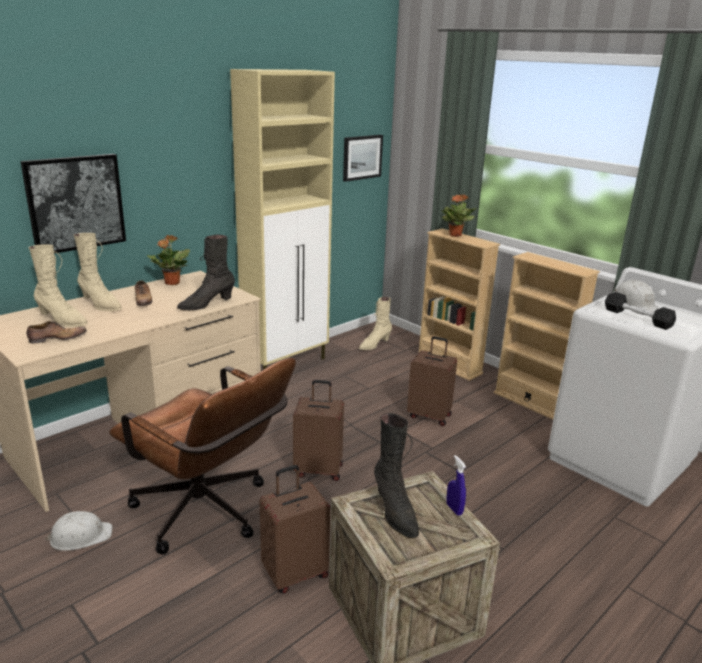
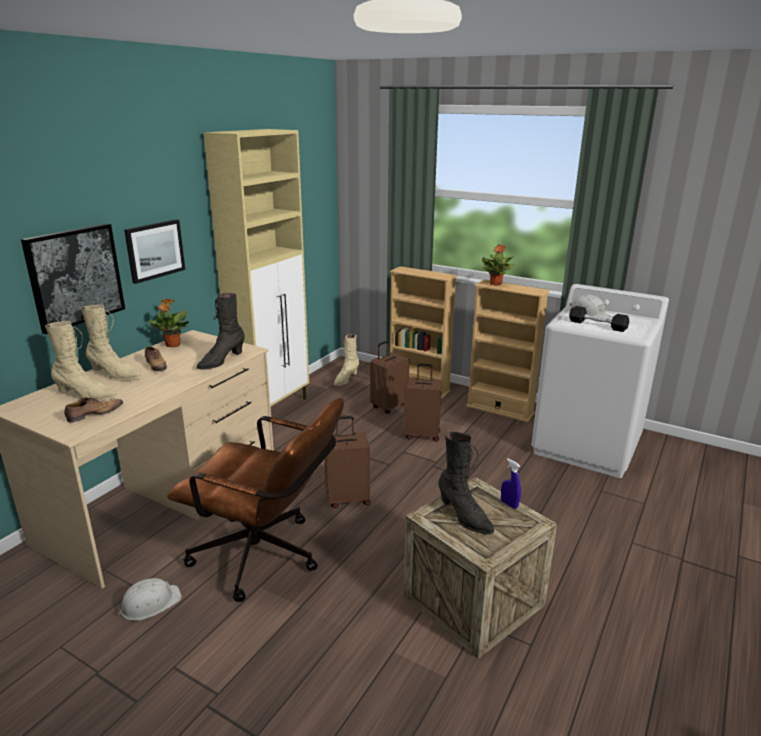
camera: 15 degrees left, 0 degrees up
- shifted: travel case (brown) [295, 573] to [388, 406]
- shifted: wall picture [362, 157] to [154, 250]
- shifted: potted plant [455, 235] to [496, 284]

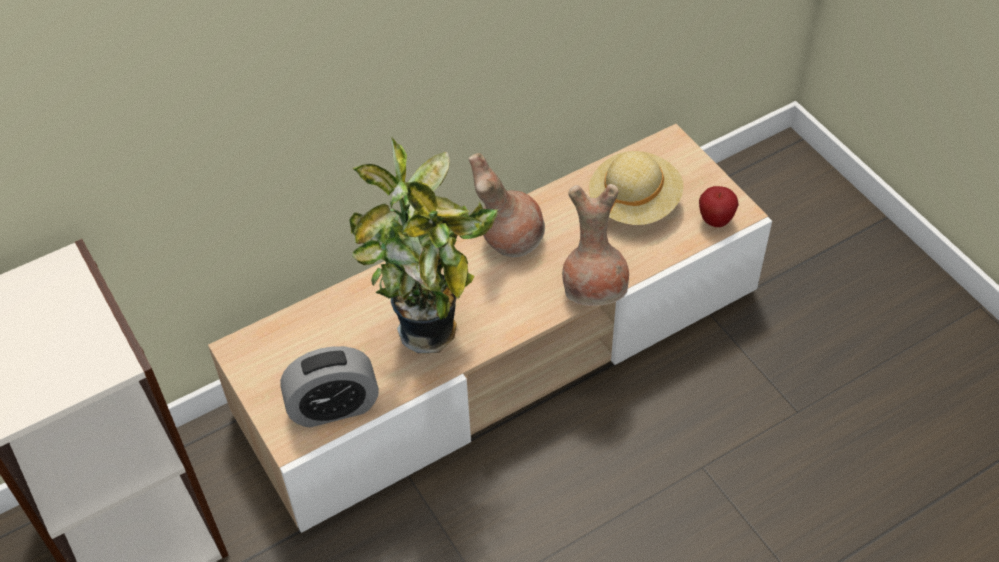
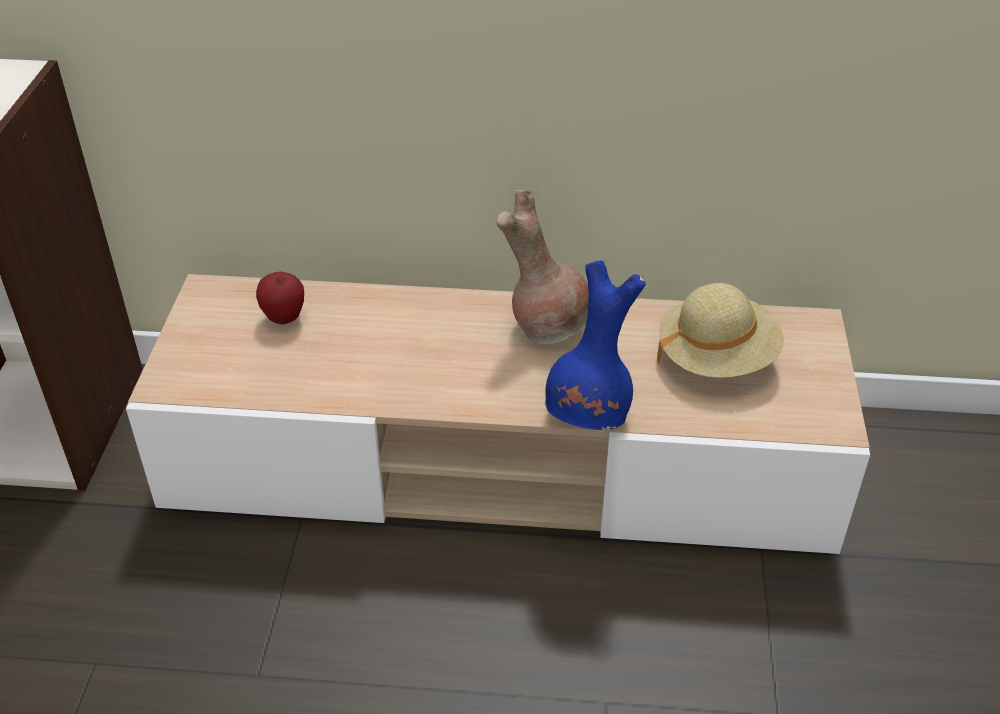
camera: 35 degrees right, 10 degrees down
- gone: alarm clock [333, 407]
- gone: potted plant [434, 334]
- repainted: vase (brown) [595, 289] to vase (blue) [590, 414]
- shifted: apple fruit [715, 221] to [284, 318]

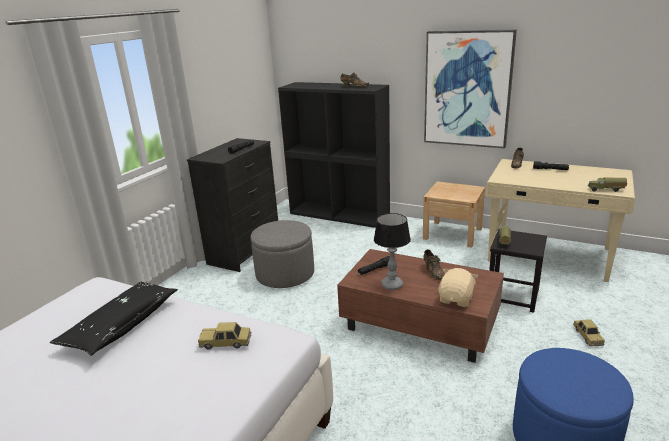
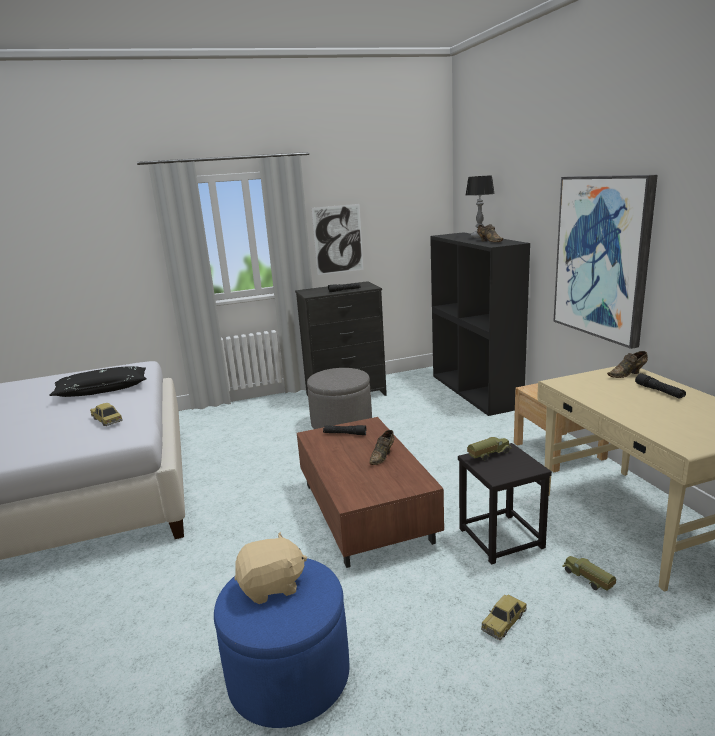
camera: 45 degrees right, 5 degrees down
- shifted: table lamp [392, 285] to [479, 237]
- shifted: soft toy (beige) [456, 299] to [272, 586]
- shifted: model truck [606, 190] to [587, 580]
- new: wall picture [338, 239]

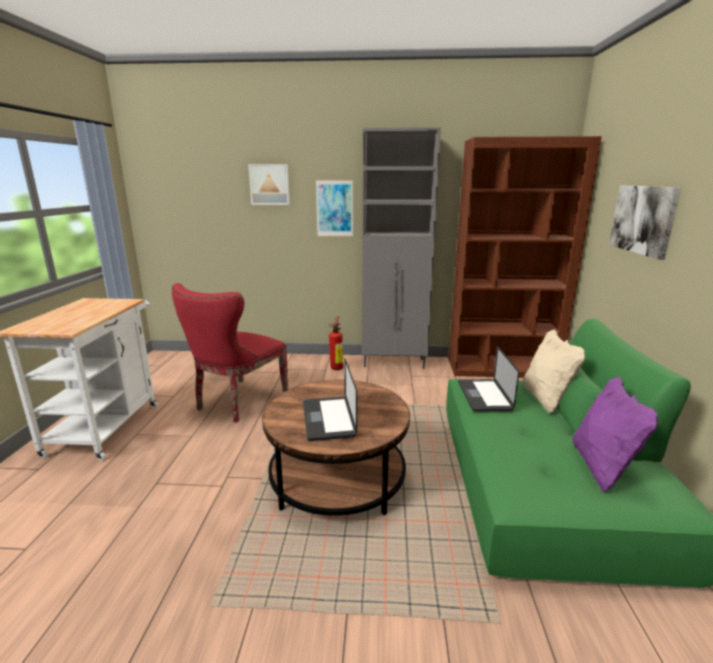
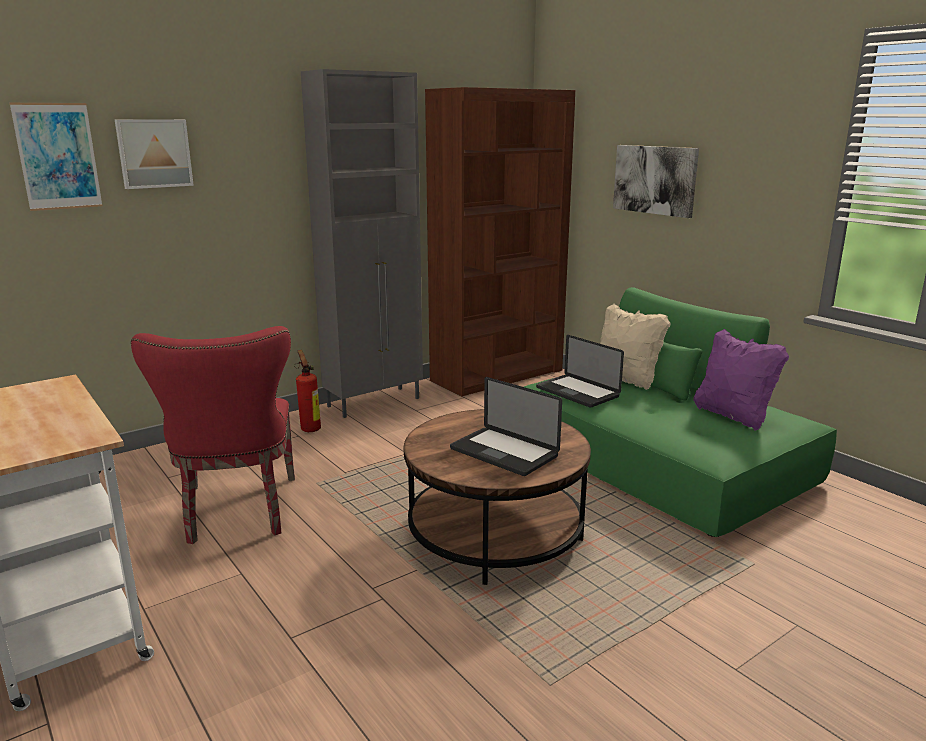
camera: 40 degrees left, 0 degrees up
- shifted: wall picture [334, 208] to [58, 156]

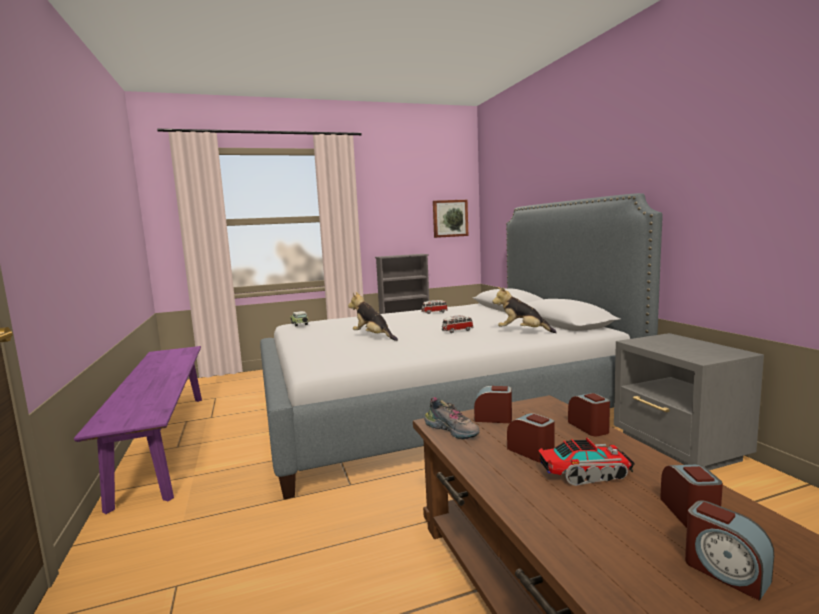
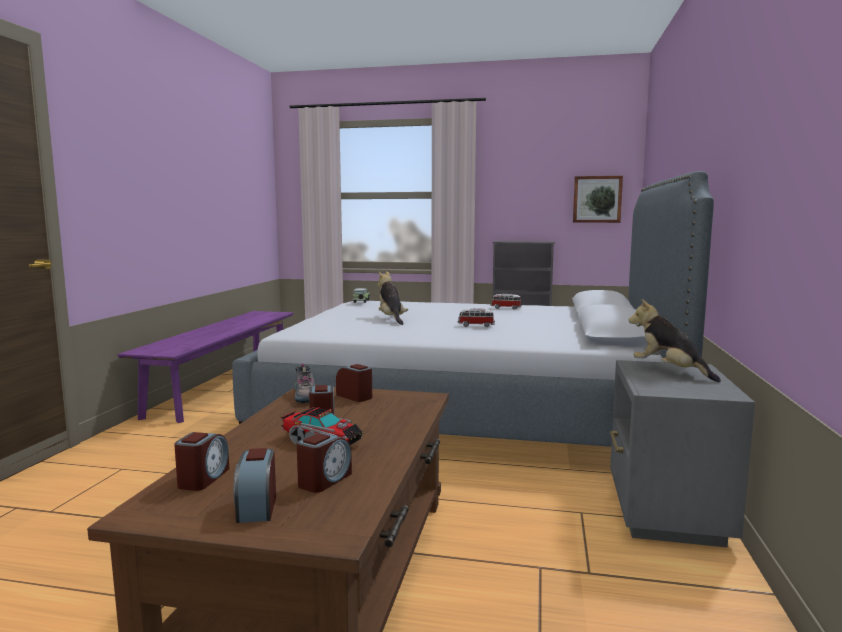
camera: 30 degrees right, 0 degrees up
- shifted: soft toy [522, 332] to [669, 371]
- shifted: alarm clock [589, 427] to [203, 478]

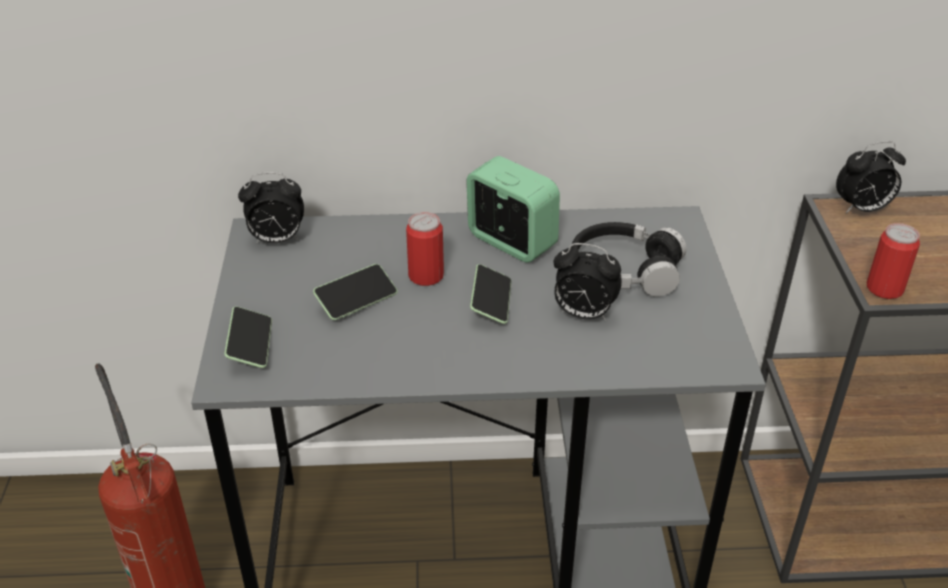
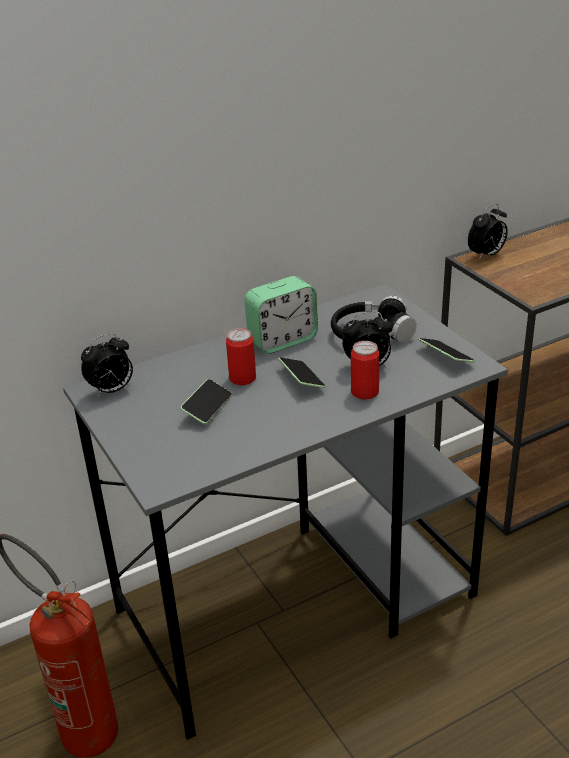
camera: 25 degrees left, 5 degrees down
- shifted: telephone [250, 346] to [445, 357]
- rotated: alarm clock [511, 242] = [282, 340] 135 degrees clockwise
- shifted: sealed can [884, 288] to [364, 392]

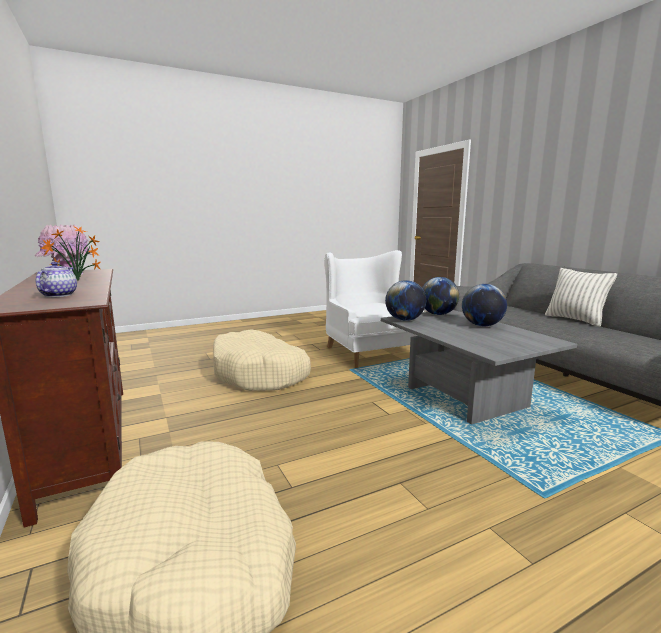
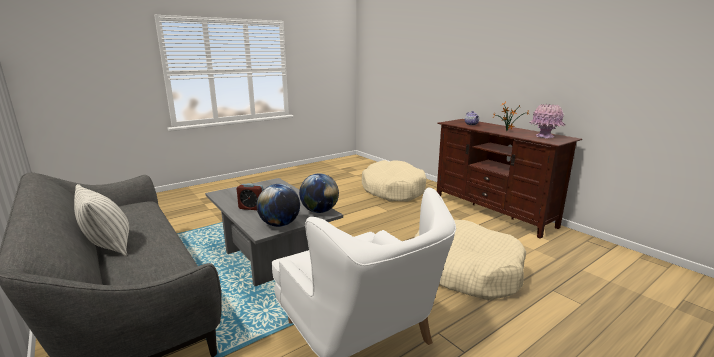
camera: 170 degrees right, 5 degrees up
- swapped: desk globe [482, 325] to alarm clock [251, 207]

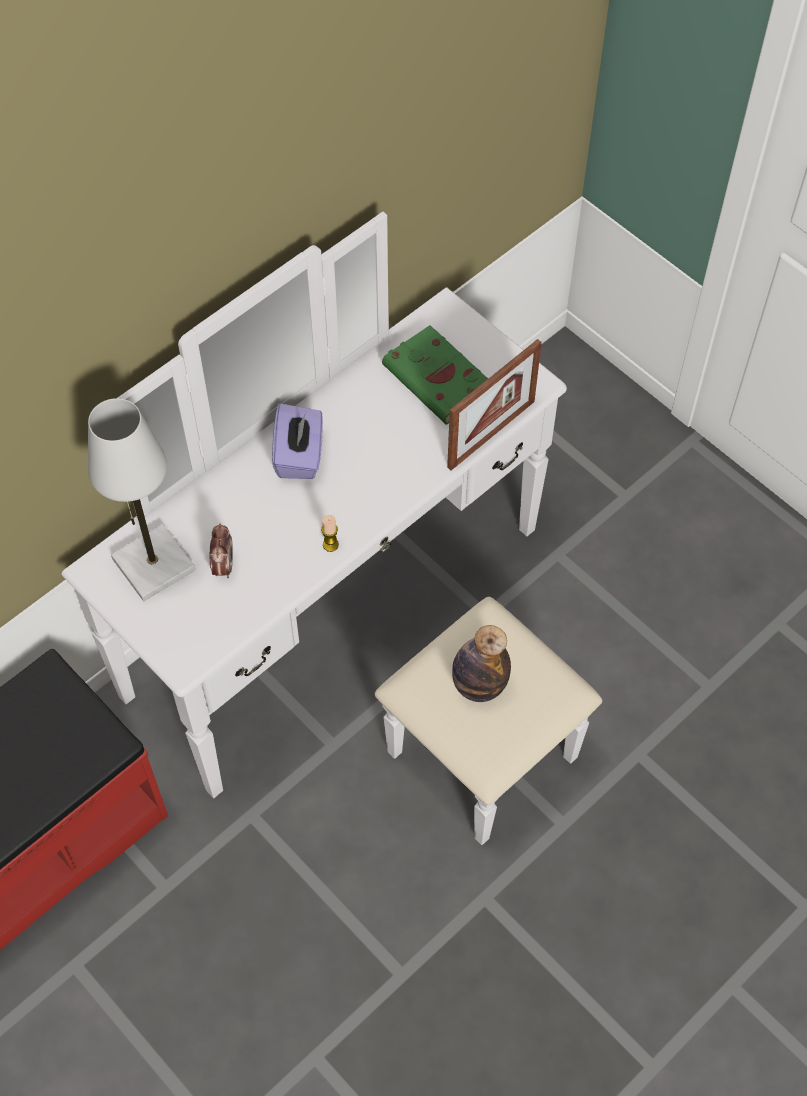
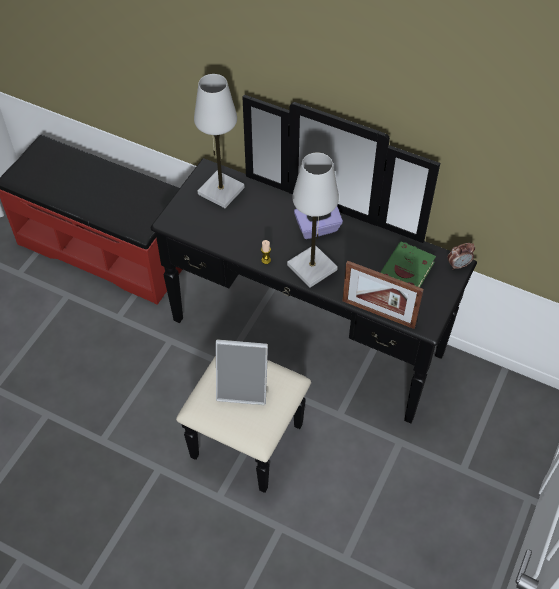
camera: 70 degrees right, 5 degrees down
- repainted: dresser (white) [368, 641] to dresser (black-coloured) [295, 360]
- shifted: alarm clock [223, 566] to [458, 265]
- swapped: drink bottle [479, 685] to picture frame [243, 387]
- new: table lamp (white) [312, 267]

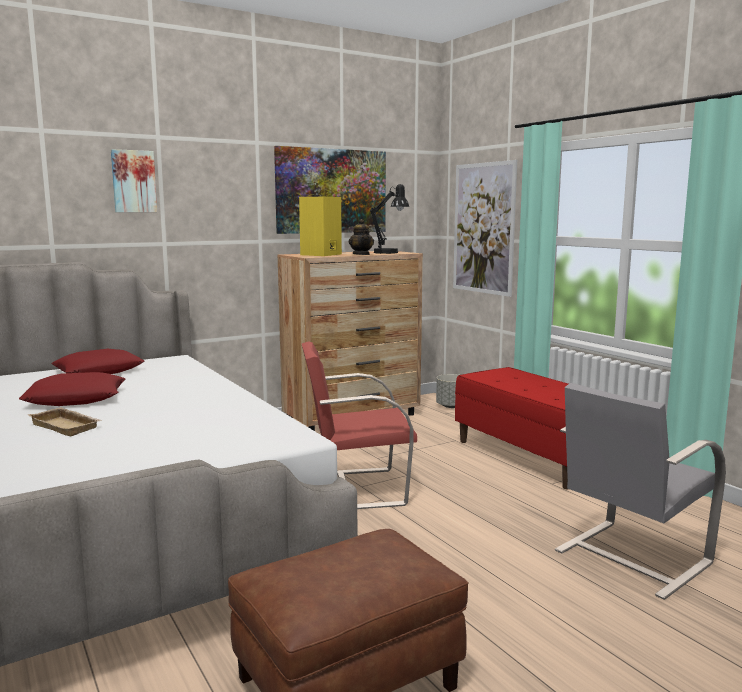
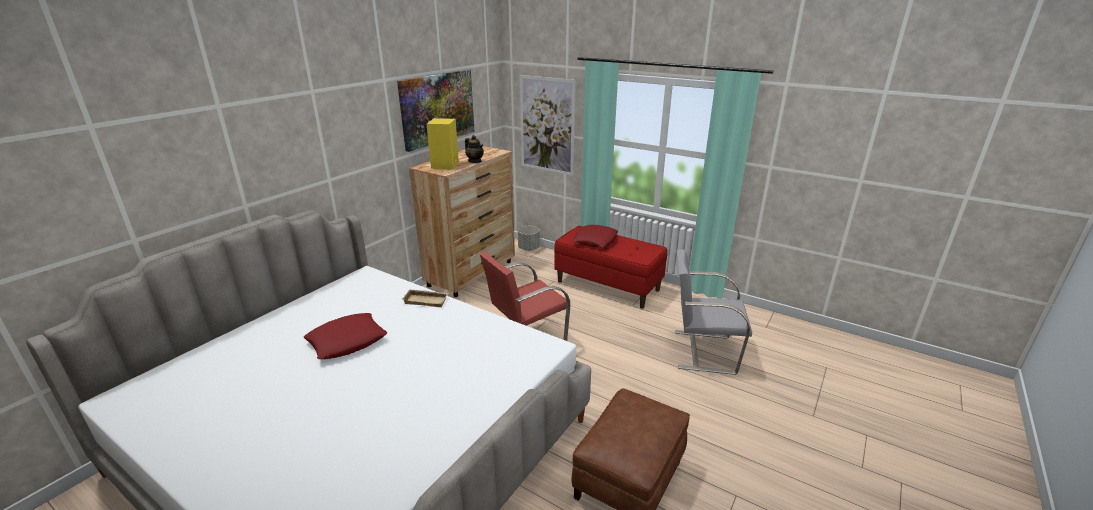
camera: 25 degrees left, 15 degrees up
- shifted: serving tray (beige) [68, 426] to [427, 300]
- shifted: pillow (red-coloured) [99, 371] to [595, 240]
- gone: wall picture [133, 181]
- gone: table lamp (black-coloured) [390, 252]
- rotated: chair (grey) [630, 557] = [702, 351] 75 degrees clockwise

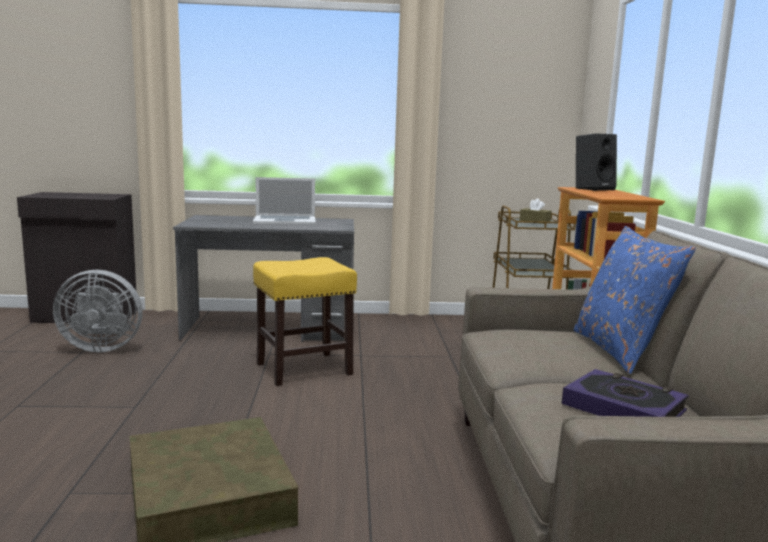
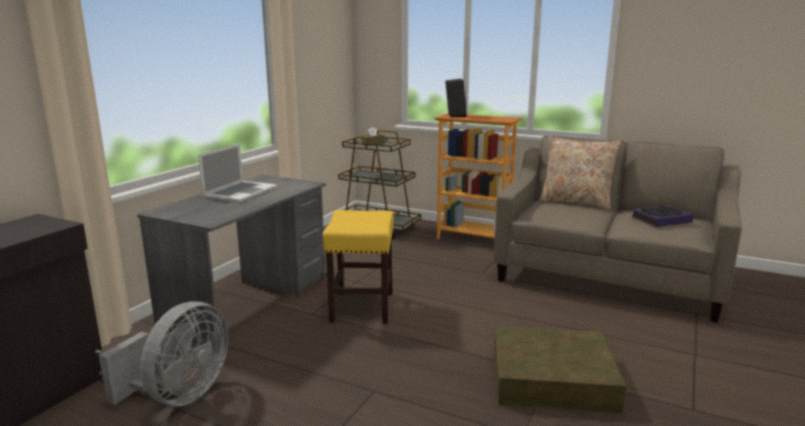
camera: 60 degrees left, 5 degrees up
- repainted: pillow (blue) [620, 350] to pillow (beige) [576, 202]

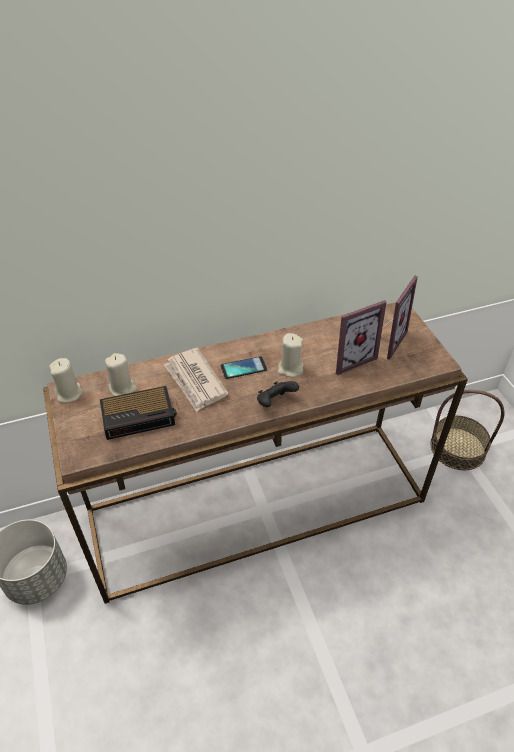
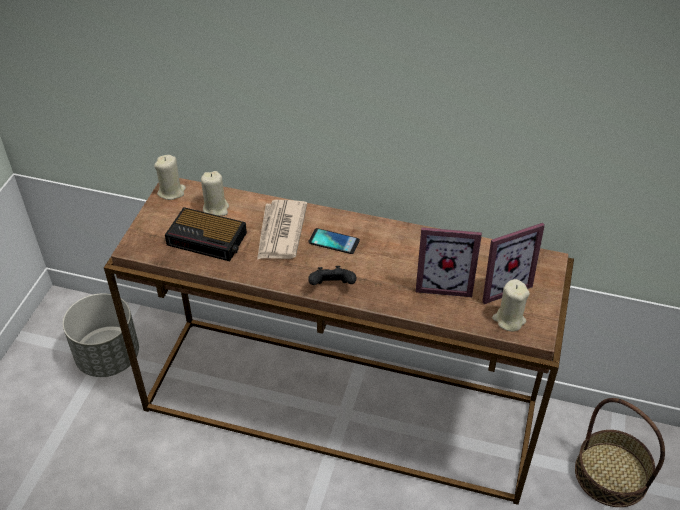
camera: 35 degrees right, 0 degrees up
- shifted: wax light (beige) [290, 369] to [509, 319]

